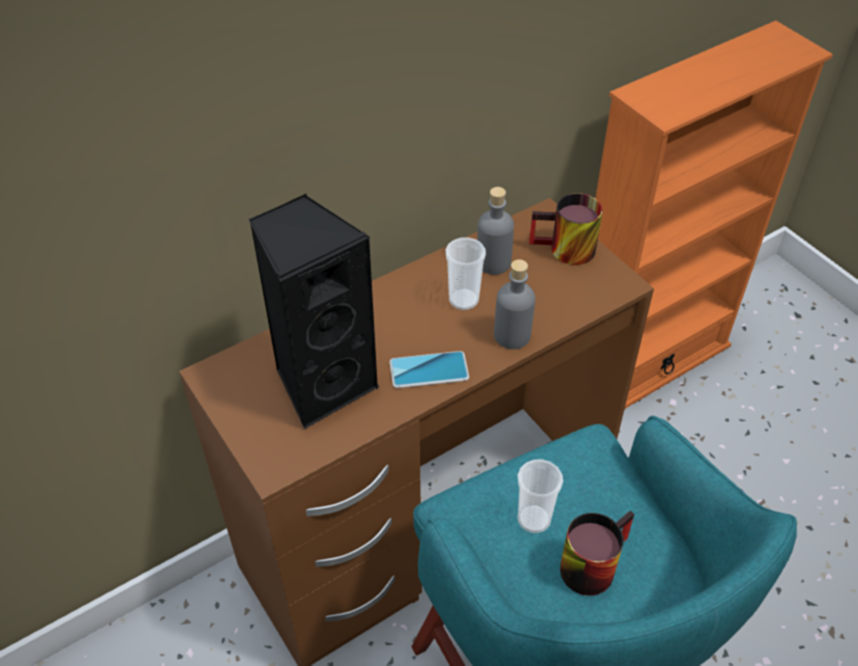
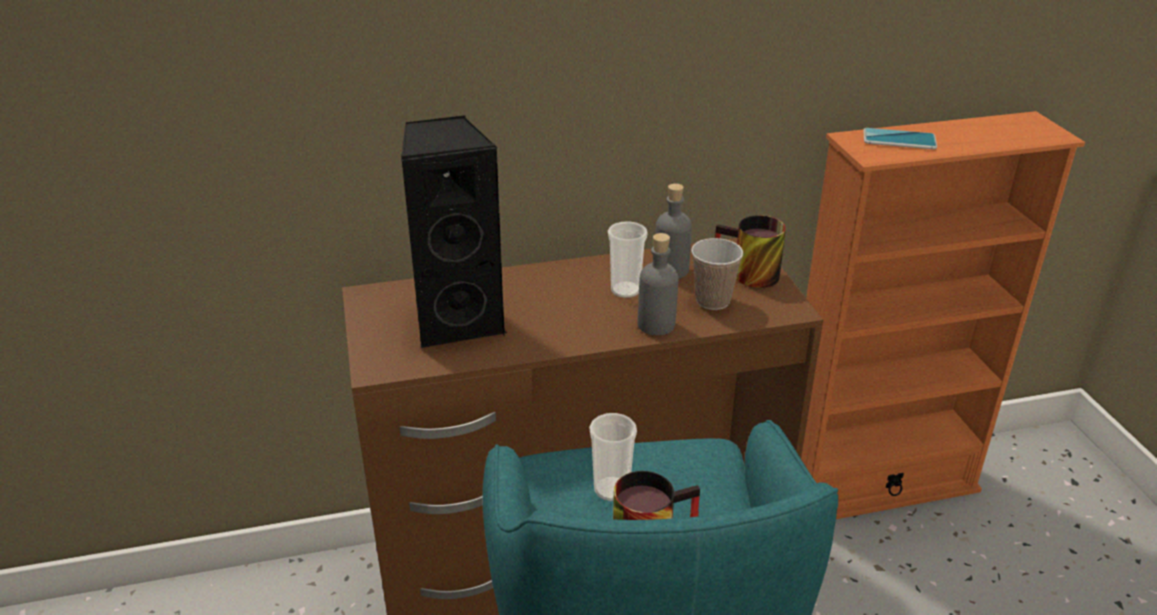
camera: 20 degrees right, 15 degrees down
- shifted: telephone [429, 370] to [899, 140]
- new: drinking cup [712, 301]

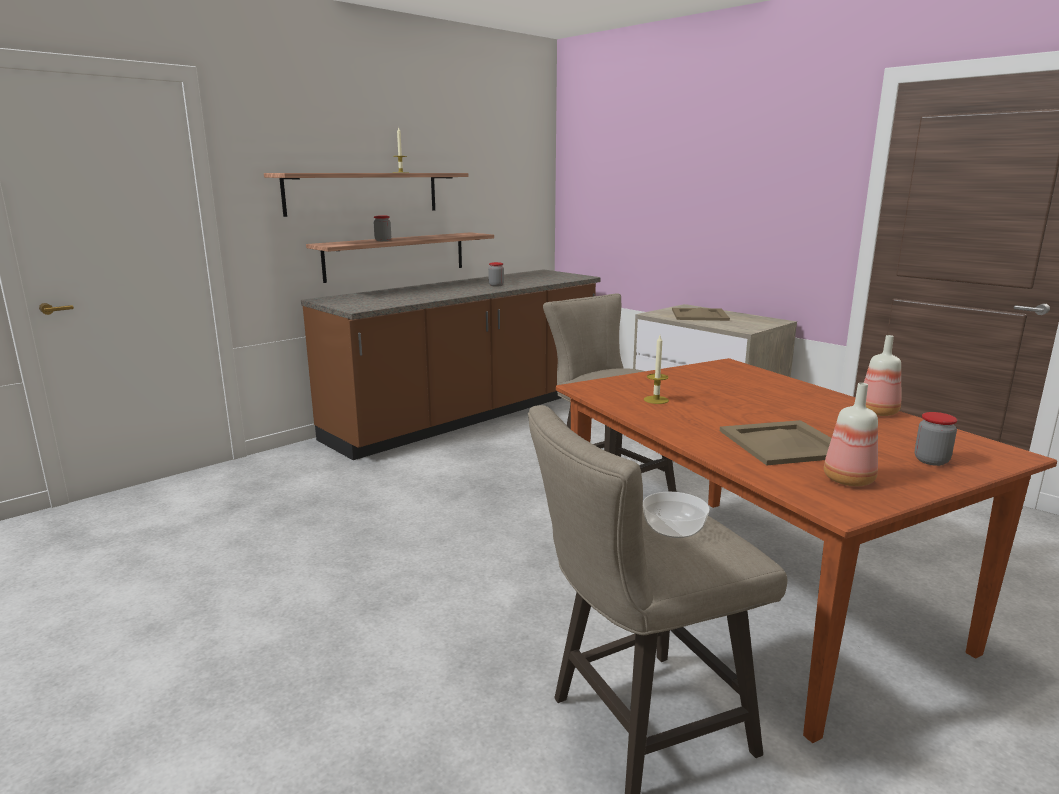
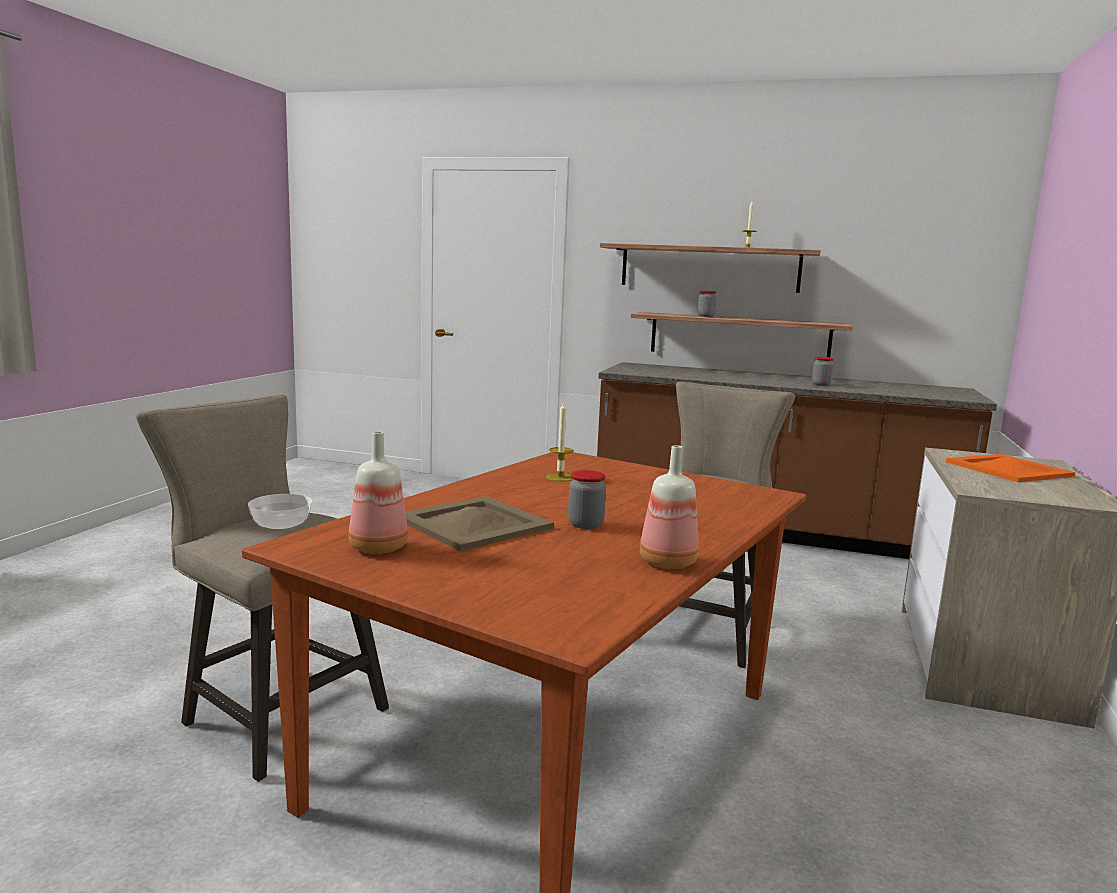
camera: 60 degrees right, 5 degrees down
- repainted: serving tray (beige) [700, 315] to serving tray (orange) [1008, 469]
- shifted: jar [931, 461] to [585, 524]

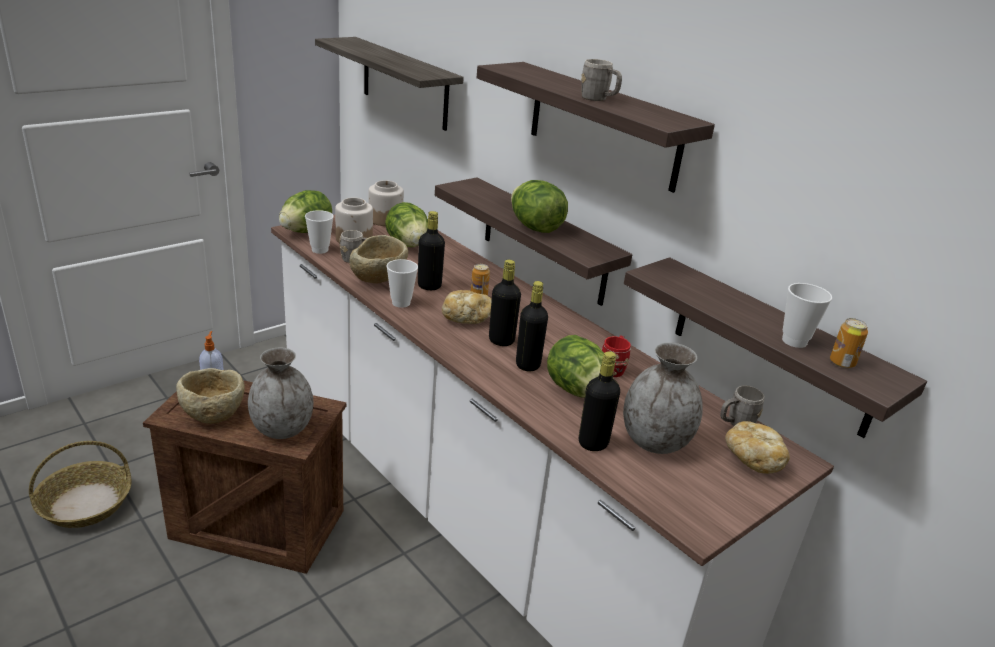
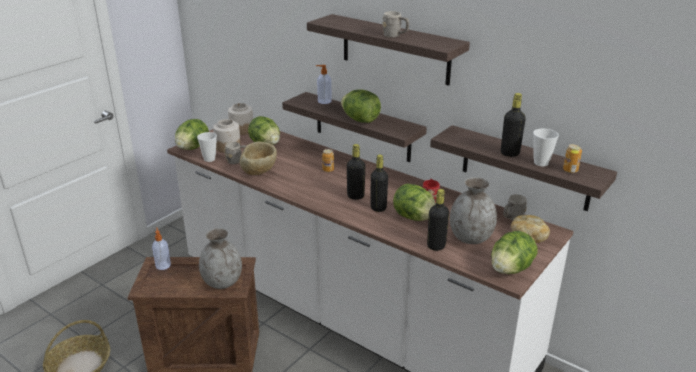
camera: 10 degrees left, 0 degrees up
- gone: serving bowl (beige) [213, 415]
- gone: shelf [404, 83]
- gone: drinking cup [401, 303]
- shifted: drink bottle (black-coloured) [429, 286] to [510, 153]
- gone: bread [467, 318]
- new: liquid soap bottle [324, 101]
- new: head of lettuce [510, 269]

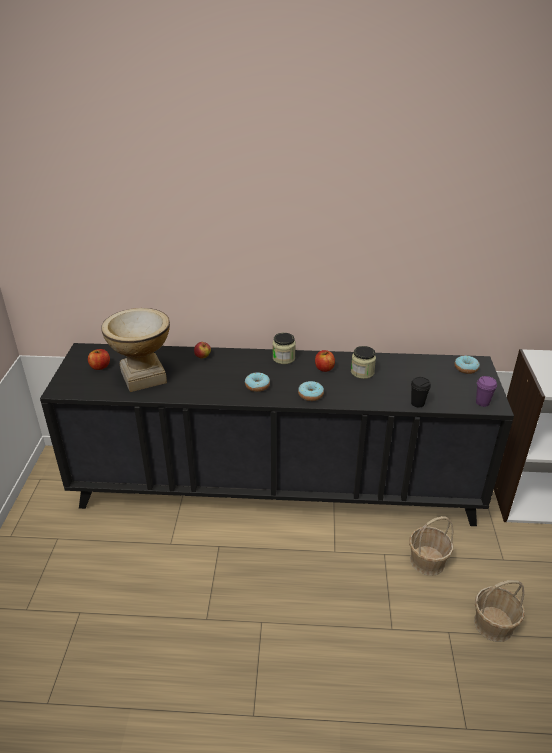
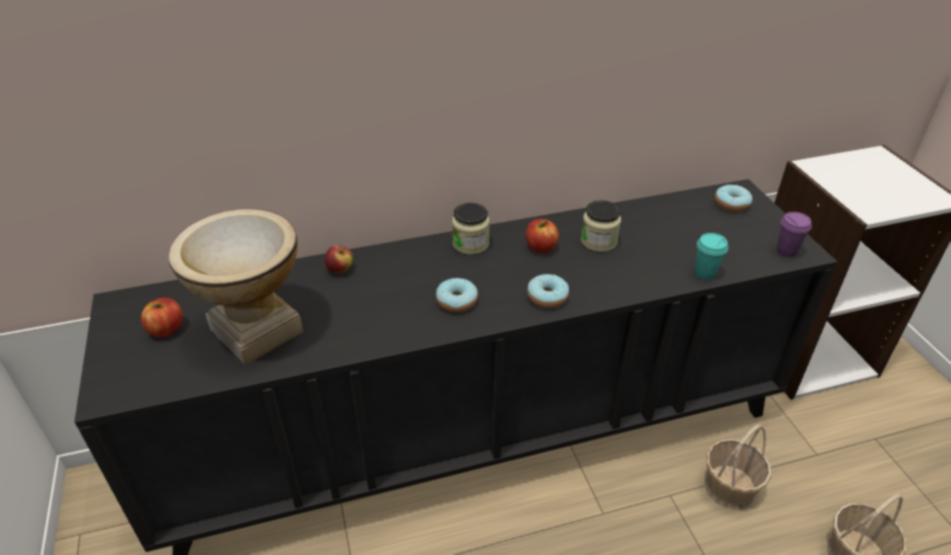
camera: 20 degrees left, 5 degrees up
- repainted: drinking cup (black-coloured) [417, 403] to drinking cup (turquoise) [705, 273]

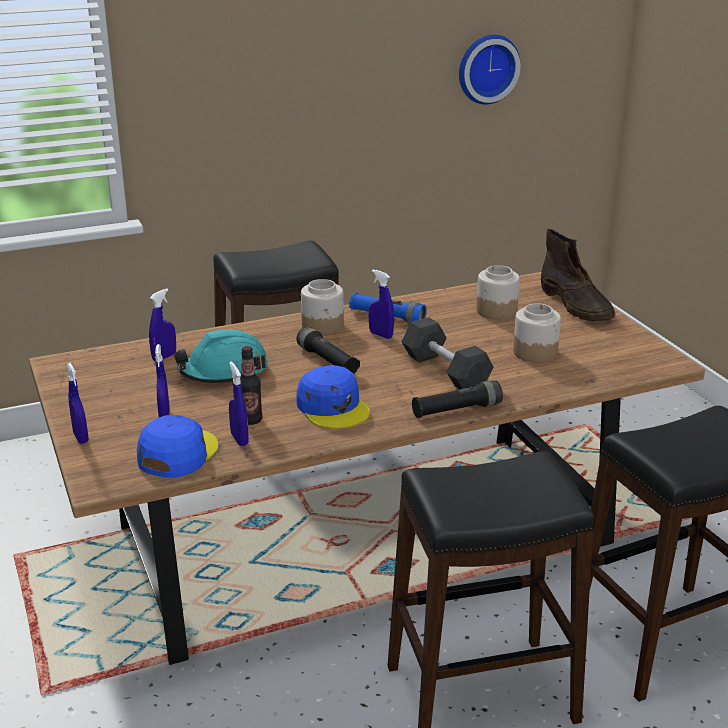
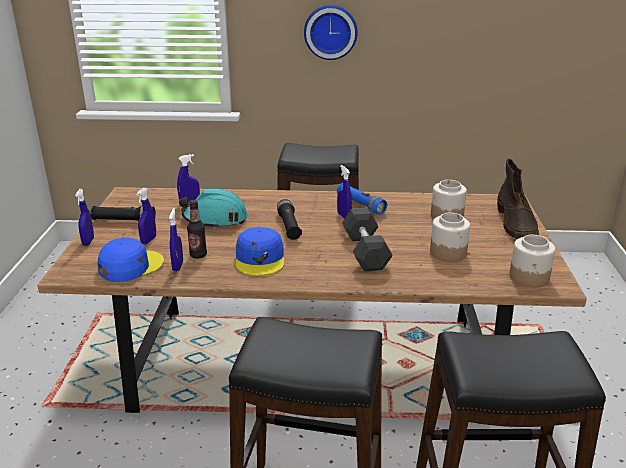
camera: 25 degrees right, 0 degrees up
- shifted: jar [323, 326] to [529, 277]
- shifted: flashlight (black-coloured) [456, 410] to [124, 221]
- shifted: clock on the wall [486, 68] to [330, 31]

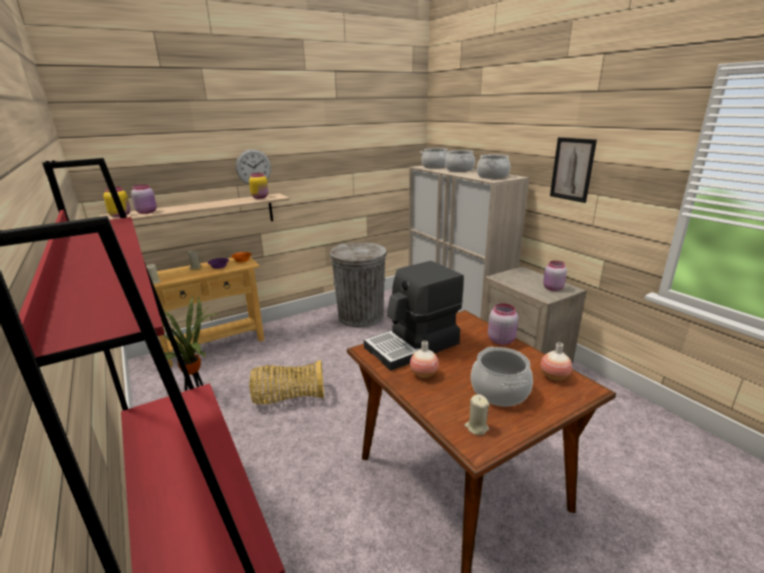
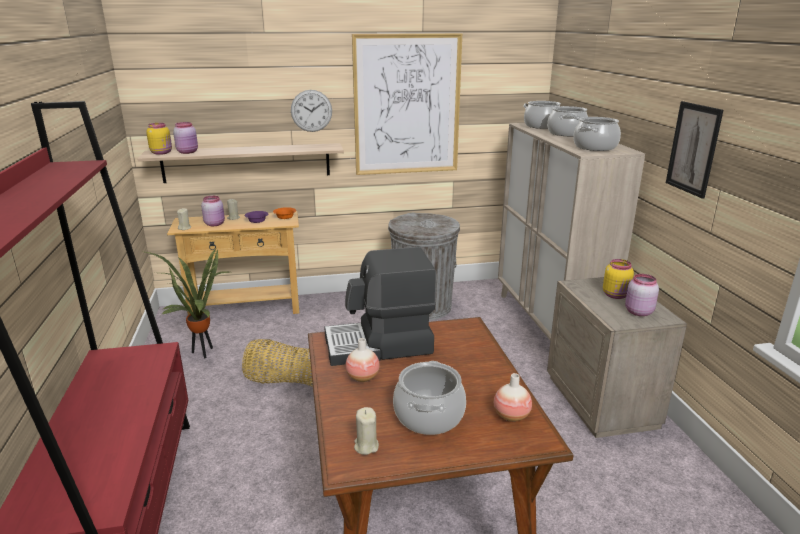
camera: 20 degrees right, 0 degrees up
- shifted: jar (yellowish) [260, 197] to [616, 295]
- shifted: jar (pink) [501, 340] to [215, 224]
- new: wall picture [407, 105]

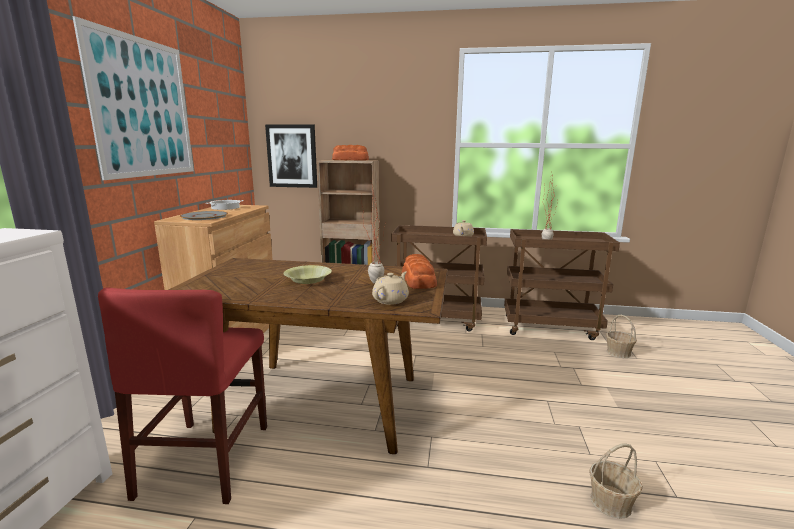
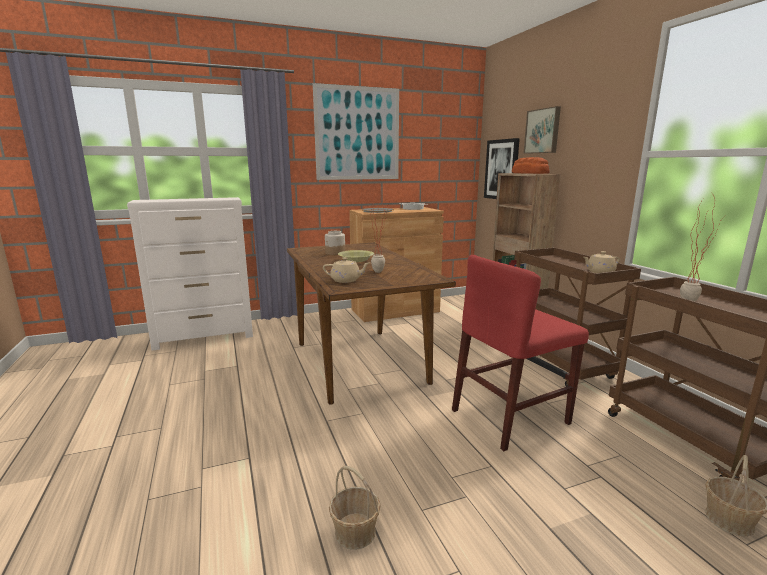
camera: 60 degrees right, 0 degrees up
- shifted: chair (red-coloured) [206, 459] to [510, 416]
- gone: bread [418, 279]
- new: jar [335, 253]
- new: wall picture [543, 131]

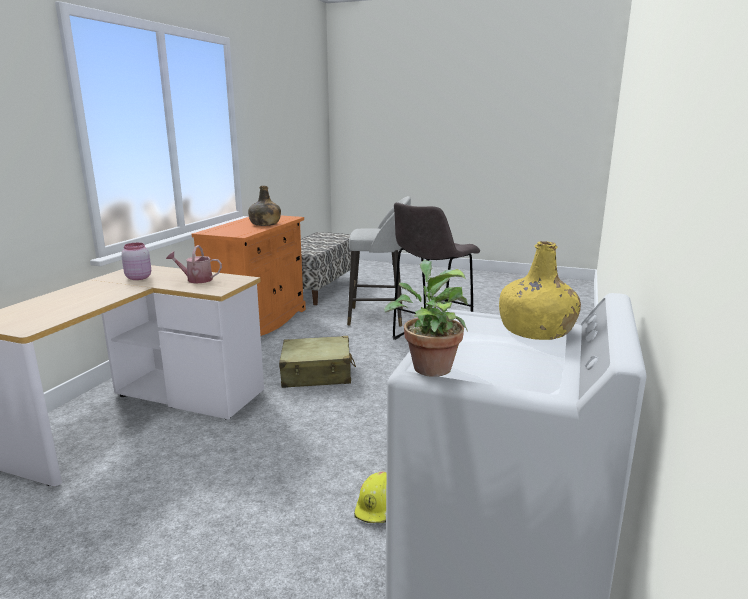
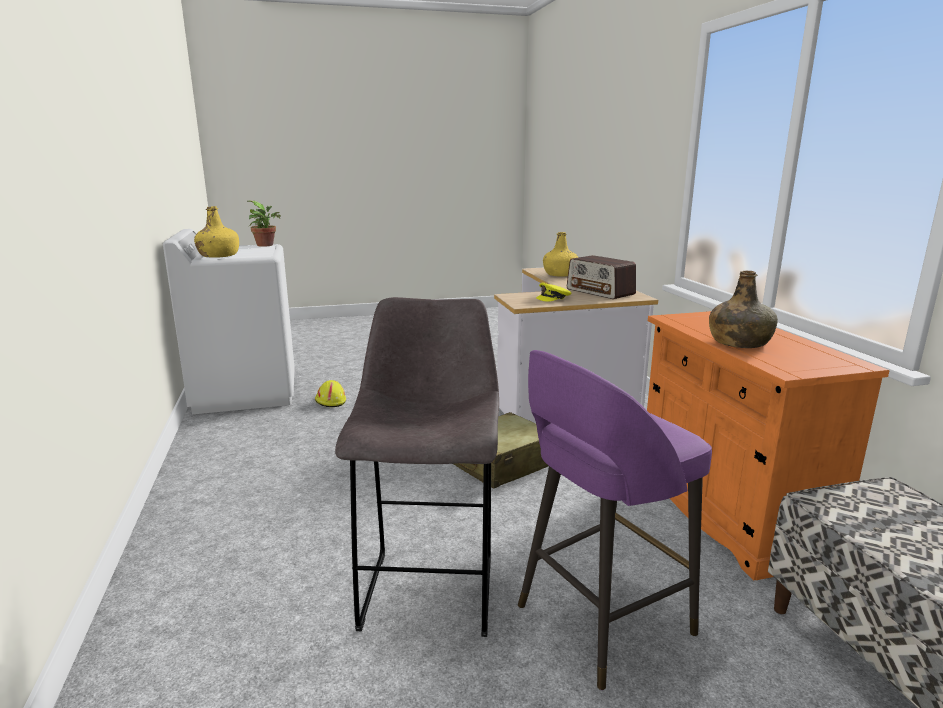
camera: 145 degrees right, 0 degrees up
- swapped: jar (pink) [138, 278] to radio [600, 292]
- swapped: watering can [196, 280] to baseball cap (yellowish) [554, 298]
- repainted: stool seat (grey) [378, 317] to stool seat (purplish) [600, 621]
- new: drink bottle (yellowish) [560, 274]

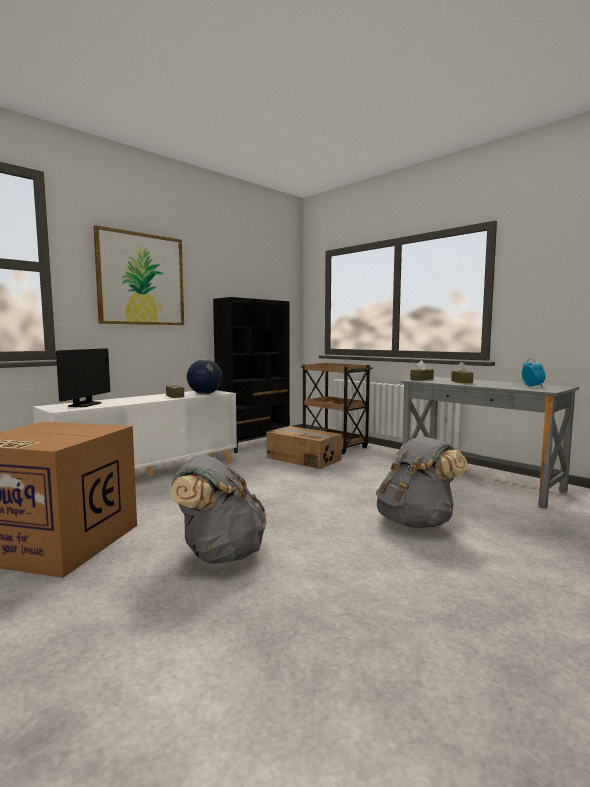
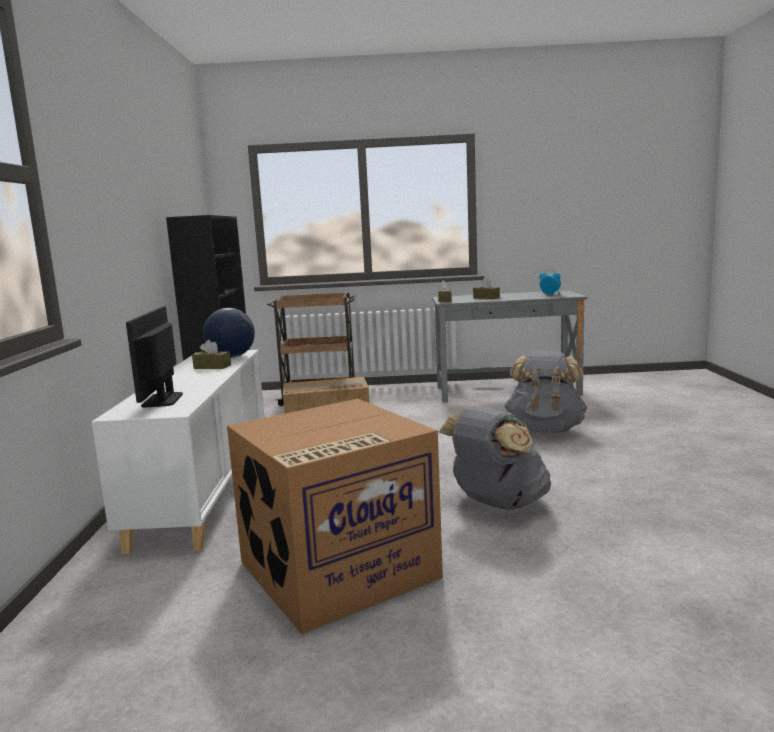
camera: 45 degrees left, 5 degrees up
- rotated: computer screen [85, 404] = [162, 400] 150 degrees counterclockwise
- gone: wall picture [141, 279]

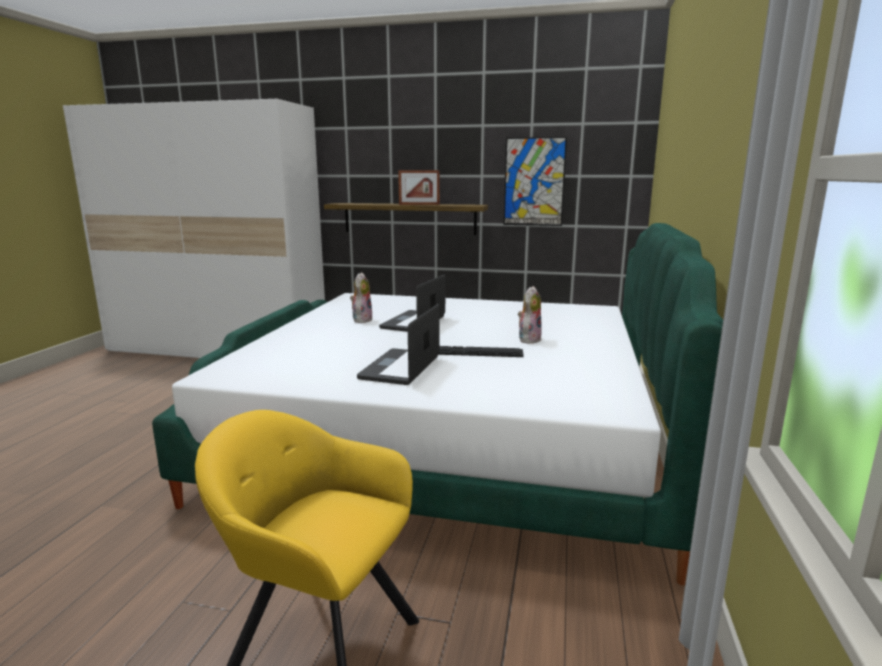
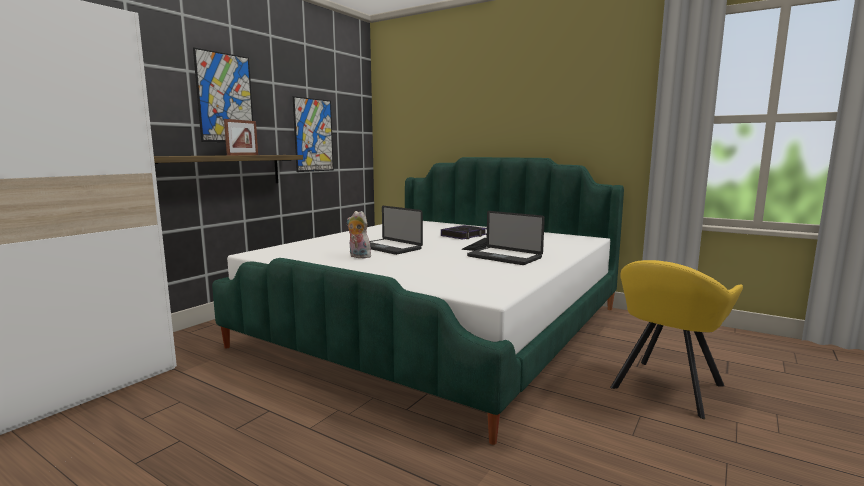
camera: 70 degrees left, 5 degrees down
- swapped: soft toy [528, 339] to book [464, 235]
- new: wall picture [225, 98]

